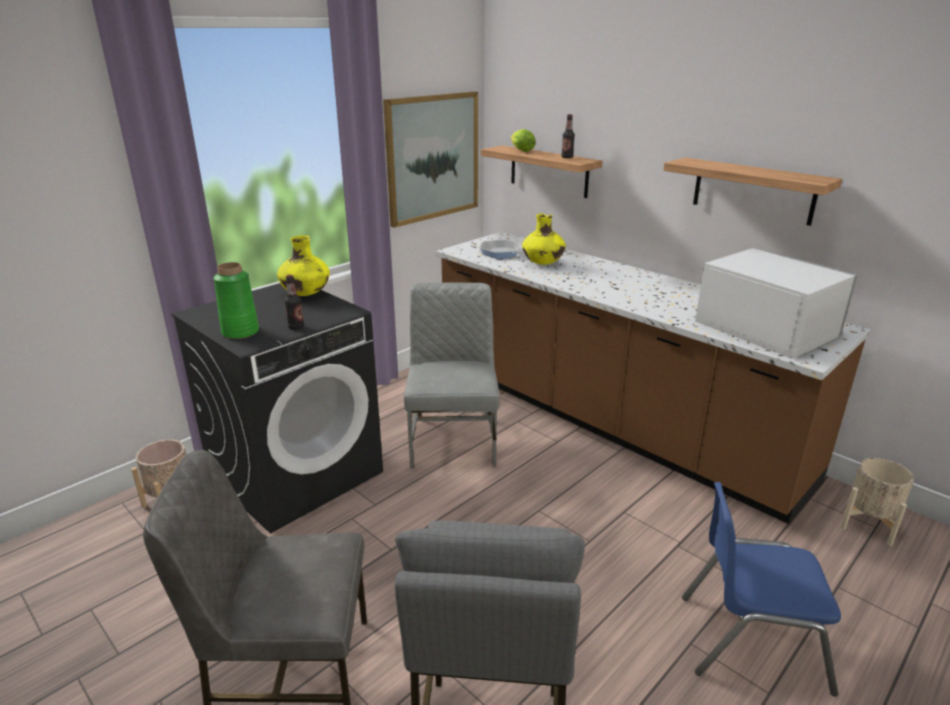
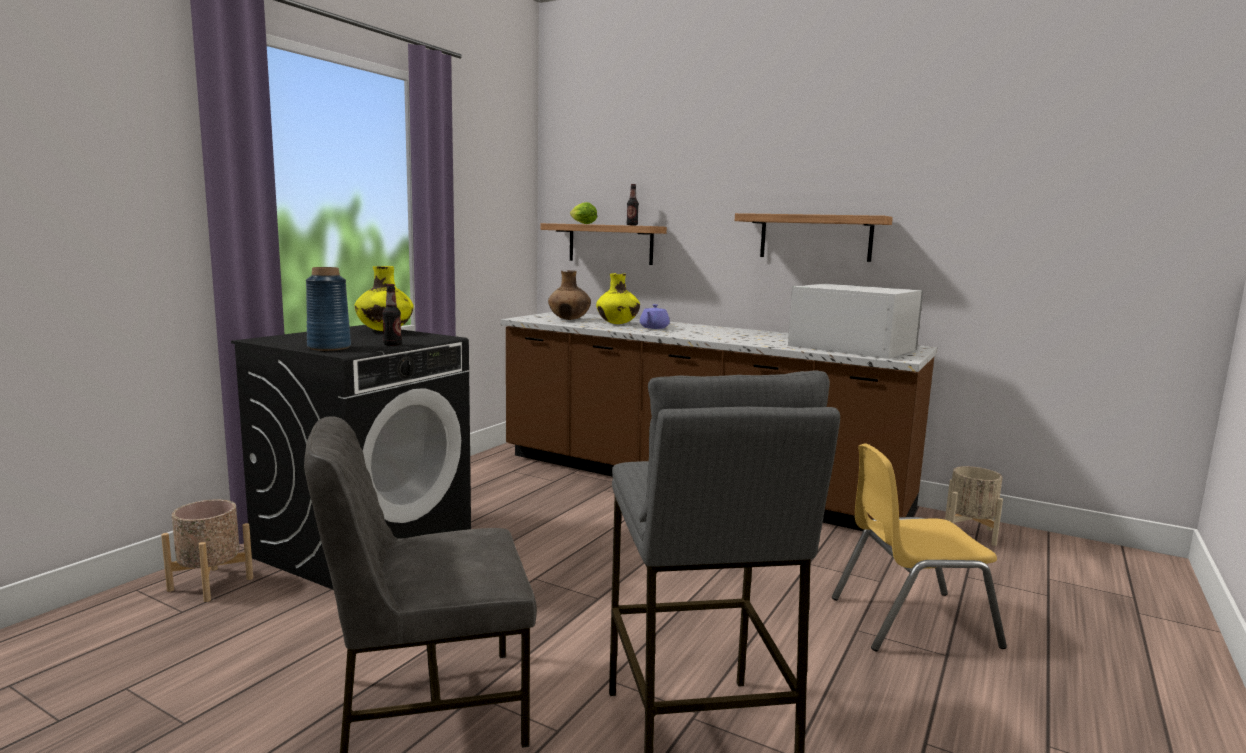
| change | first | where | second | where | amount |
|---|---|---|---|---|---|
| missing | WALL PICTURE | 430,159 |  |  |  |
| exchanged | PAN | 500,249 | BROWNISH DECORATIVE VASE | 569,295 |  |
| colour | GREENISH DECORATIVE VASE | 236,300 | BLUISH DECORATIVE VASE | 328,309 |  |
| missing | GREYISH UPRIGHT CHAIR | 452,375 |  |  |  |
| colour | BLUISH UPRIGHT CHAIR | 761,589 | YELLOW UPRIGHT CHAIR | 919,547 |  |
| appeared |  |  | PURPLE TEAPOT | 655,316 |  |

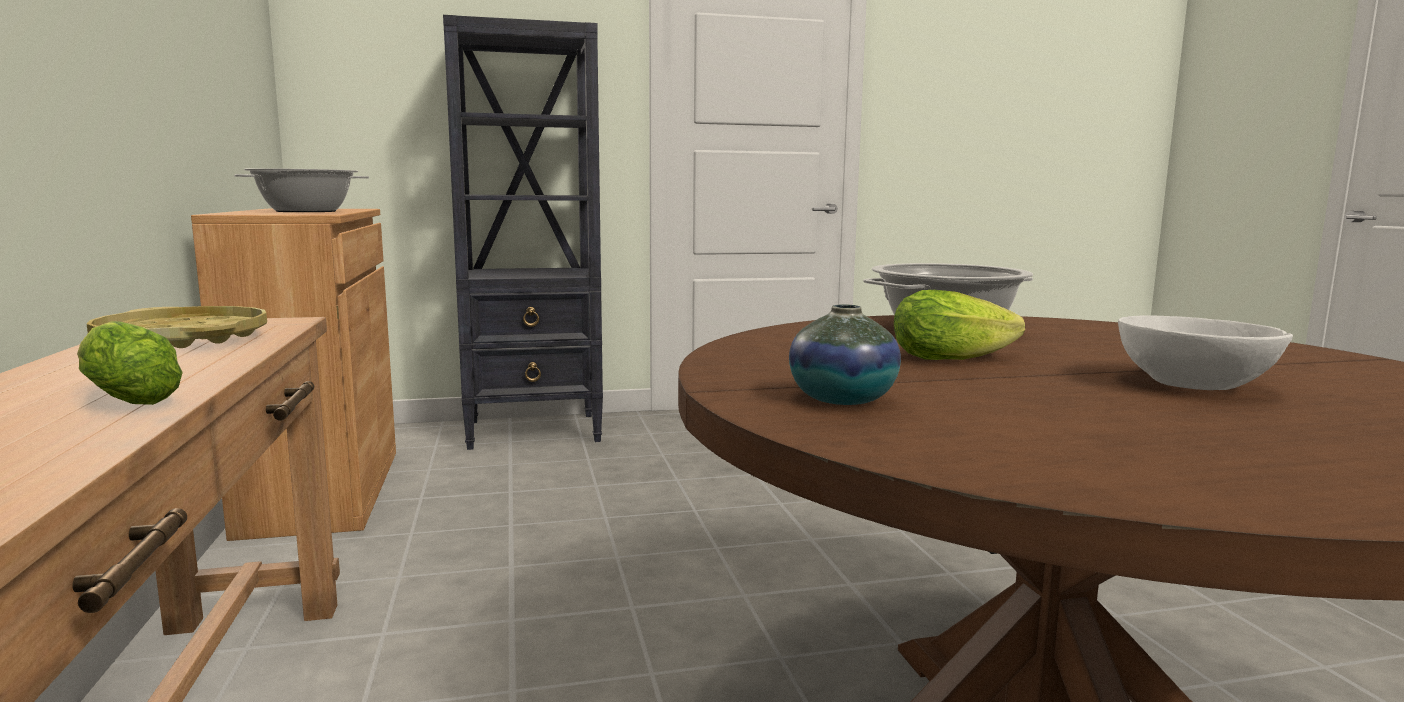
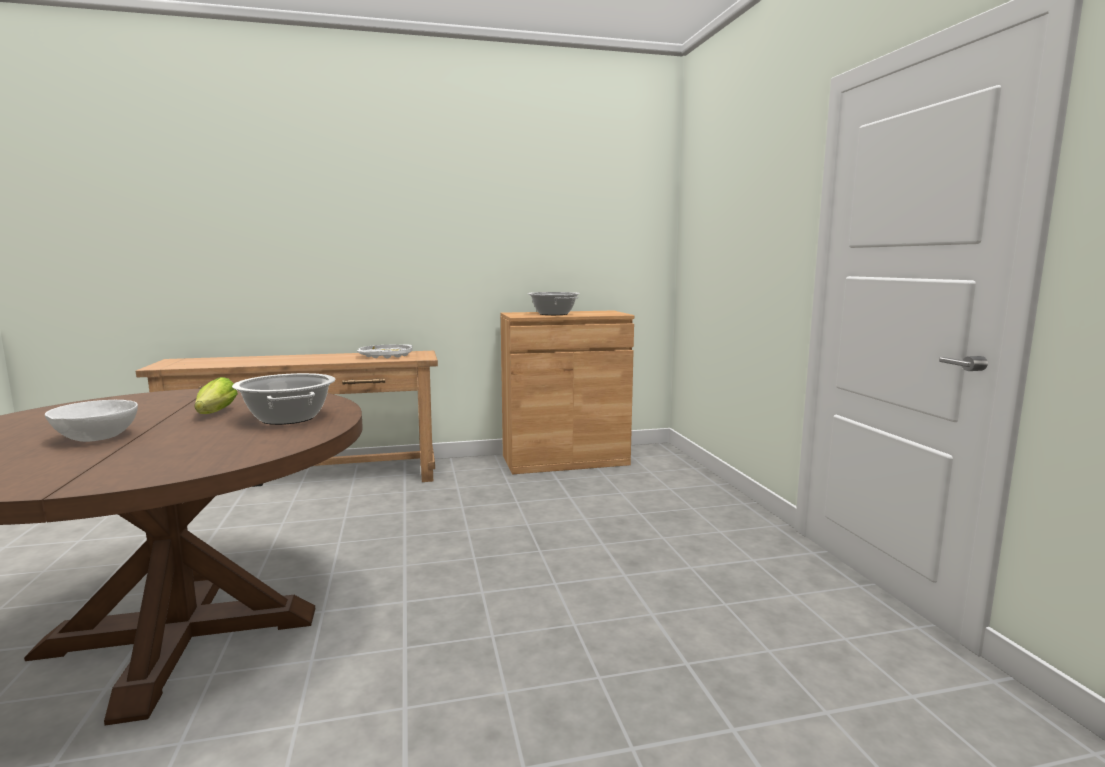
| change | first | where | second | where | amount |
|---|---|---|---|---|---|
| missing | BLACKISH SHELVING UNIT | 523,232 |  |  |  |
| missing | DECORATIVE VASE | 845,354 |  |  |  |
| colour | YELLOW TRAY | 177,327 | WHITE-COLOURED TRAY | 384,352 |  |
| missing | LETTUCE HEAD | 130,363 |  |  |  |

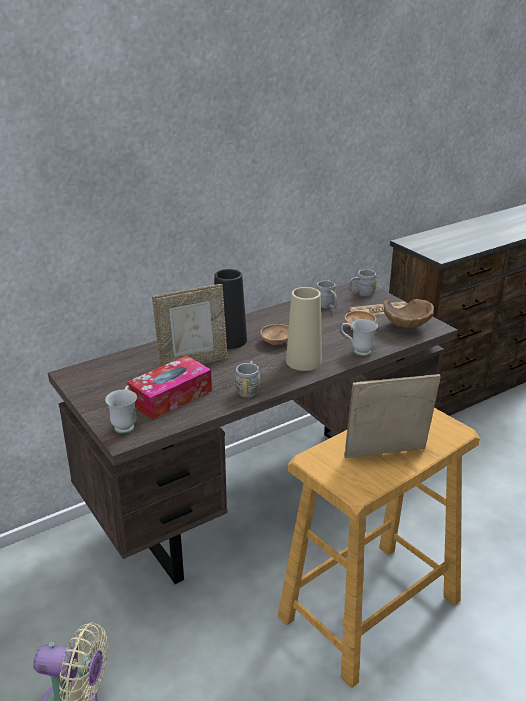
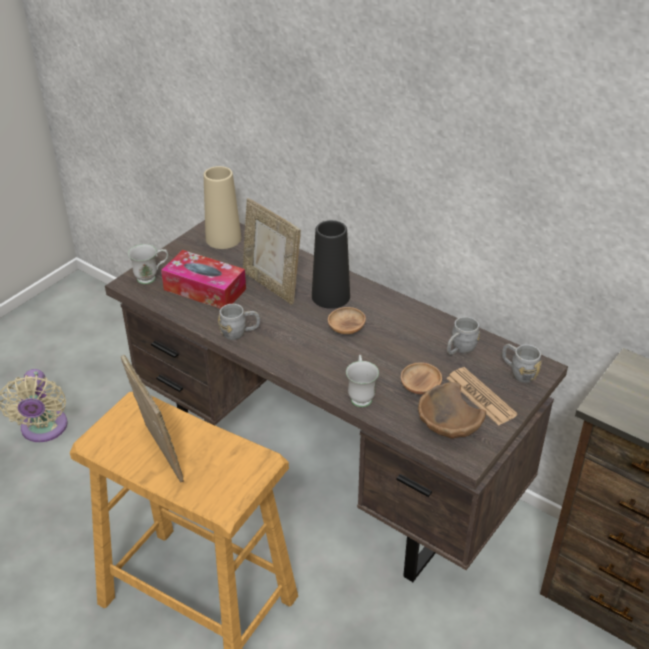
| change | first | where | second | where | amount |
|---|---|---|---|---|---|
| relocated | BEIGE DECORATIVE VASE | 304,329 |  | 222,207 |  |

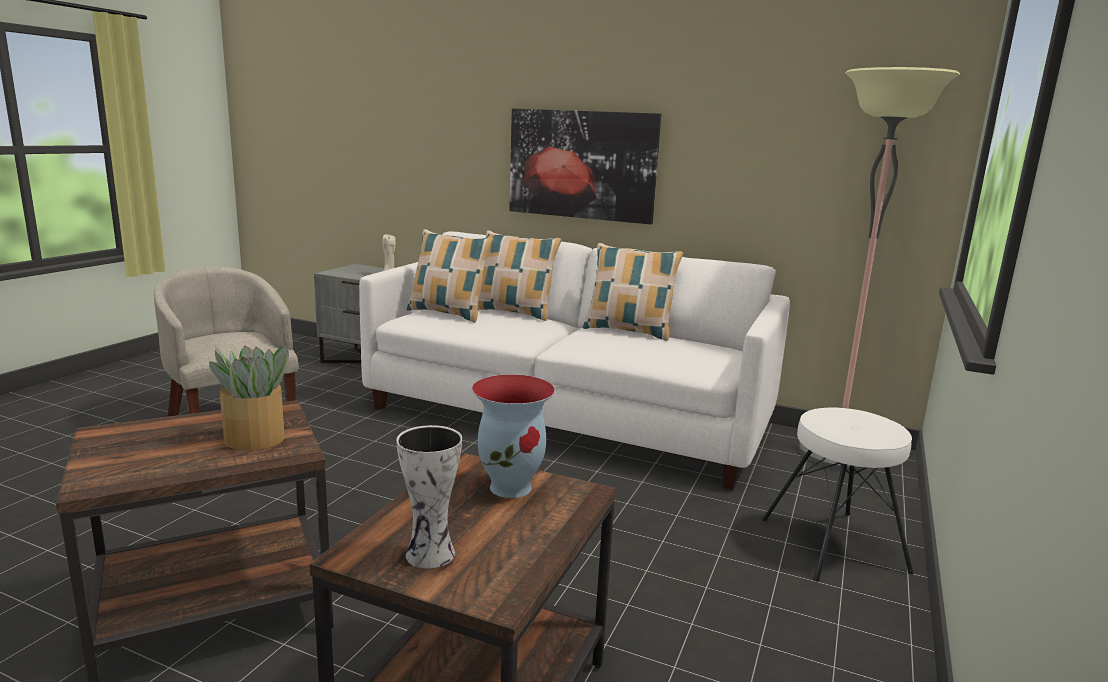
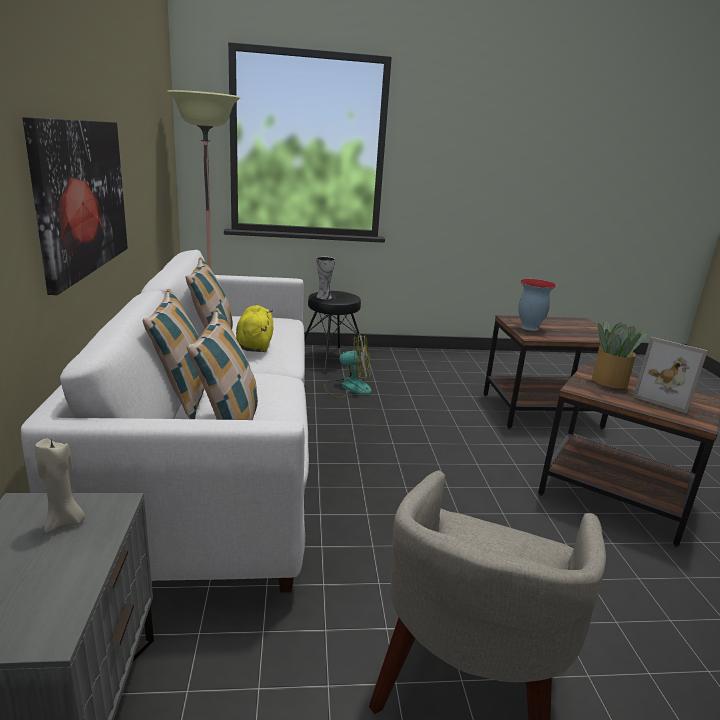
| change | first | where | second | where | amount |
|---|---|---|---|---|---|
| colour | WHITE-COLOURED STOOL SEAT | 837,495 | BLACKISH STOOL SEAT | 336,332 |  |
| relocated | DECORATIVE VASE | 429,497 |  | 326,278 |  |
| appeared |  |  | YELLOW CUDDLY TOY | 254,328 |  |
| appeared |  |  | ELECTRIC FAN | 348,365 |  |
| appeared |  |  | STANDING FRAME | 670,375 |  |

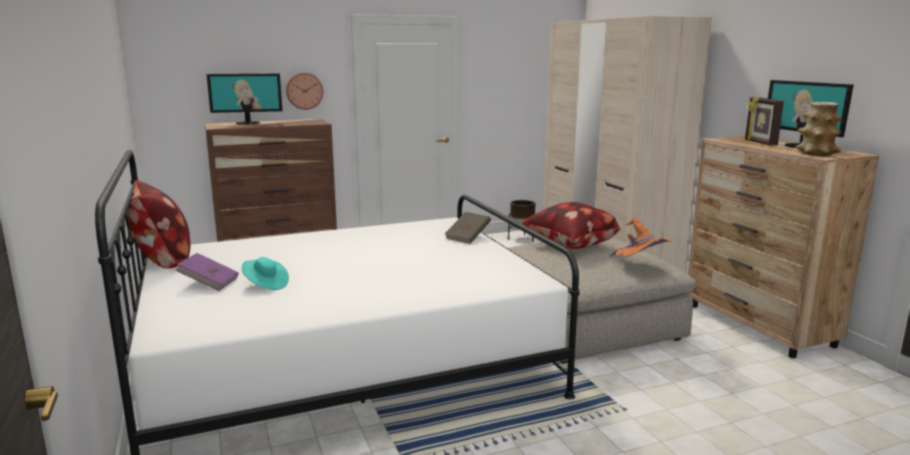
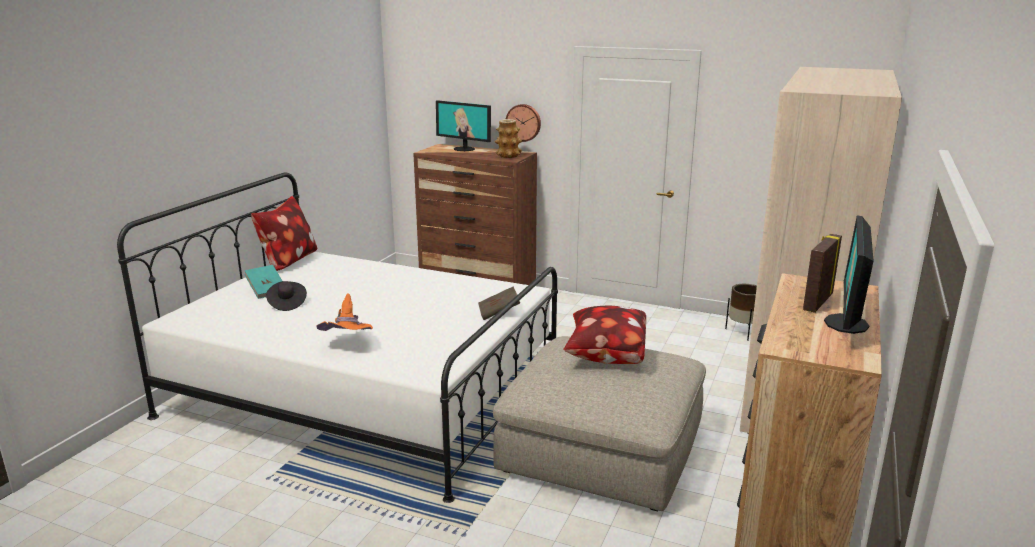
| change | first | where | second | where | amount |
|---|---|---|---|---|---|
| relocated | DECORATIVE VASE | 818,129 |  | 508,138 |  |
| relocated | ORANGE WEARABLE HAT | 640,237 |  | 344,312 |  |
| colour | PURPLE BOOK | 207,272 | BLUE-GREEN BOOK | 263,282 |  |
| colour | BLUE-GREEN WEARABLE HAT | 265,273 | BLACKISH WEARABLE HAT | 286,296 |  |

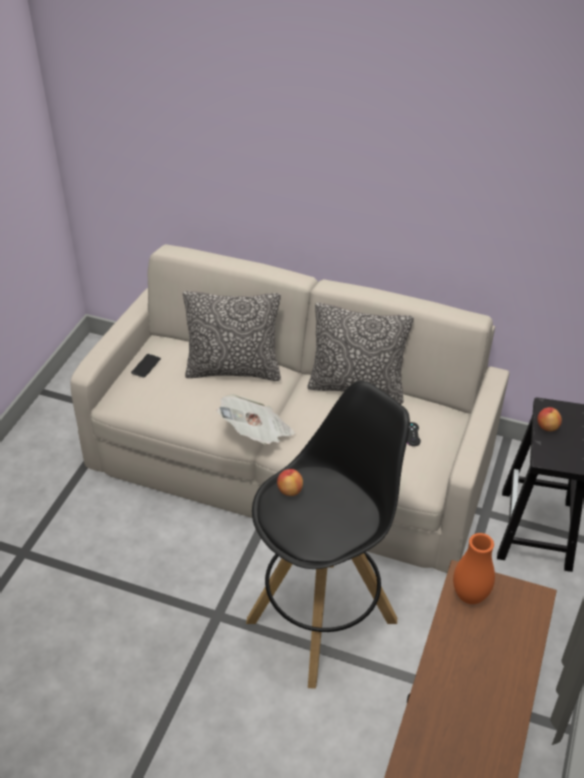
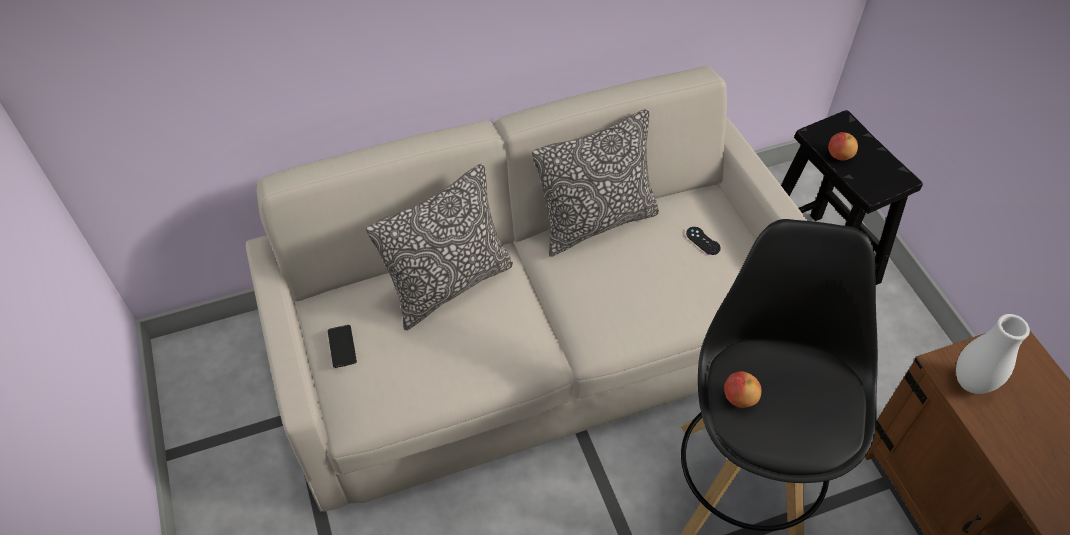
| change | first | where | second | where | amount |
|---|---|---|---|---|---|
| missing | PRINTED PAPER | 255,419 |  |  |  |
| colour | ORANGE DECORATIVE VASE | 474,568 | WHITE-COLOURED DECORATIVE VASE | 993,354 |  |

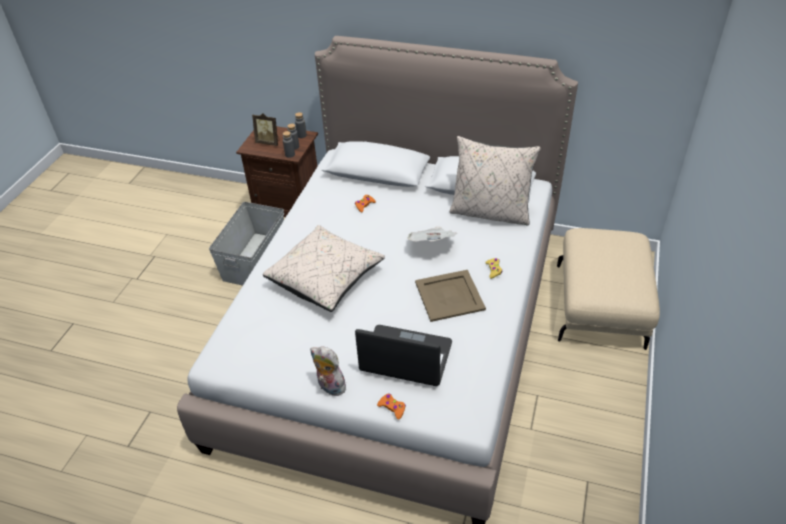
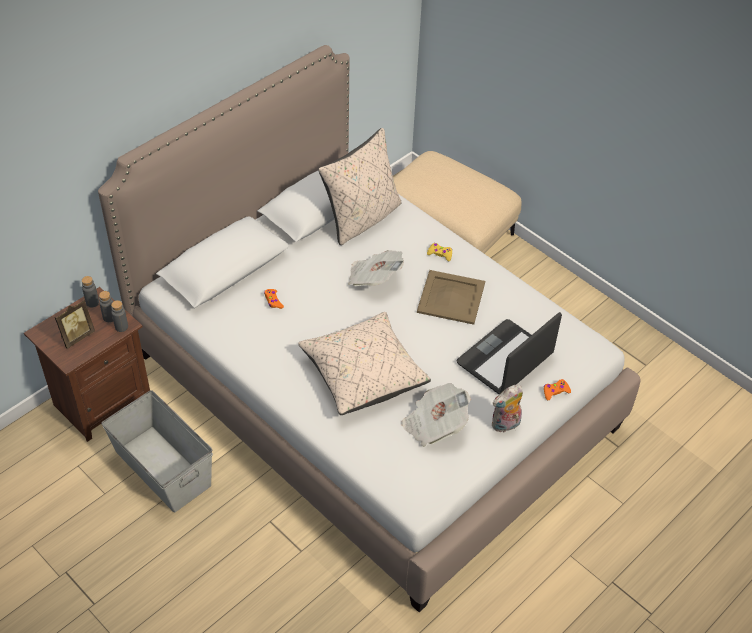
| change | first | where | second | where | amount |
|---|---|---|---|---|---|
| appeared |  |  | PRINTED PAPER | 436,415 |  |

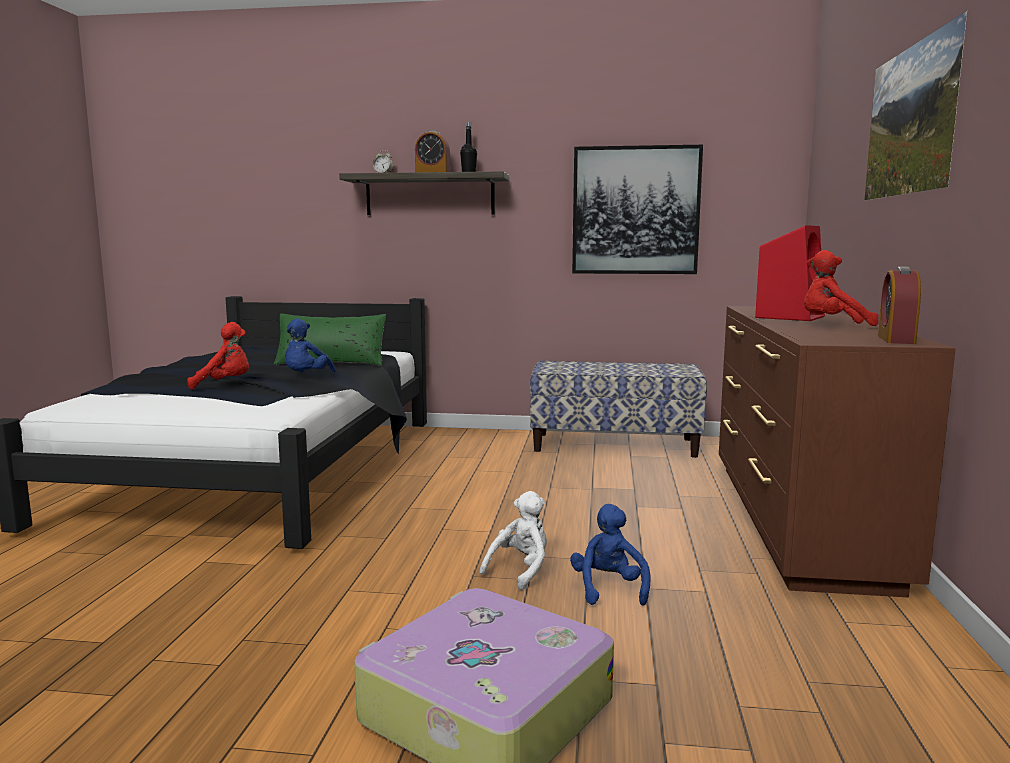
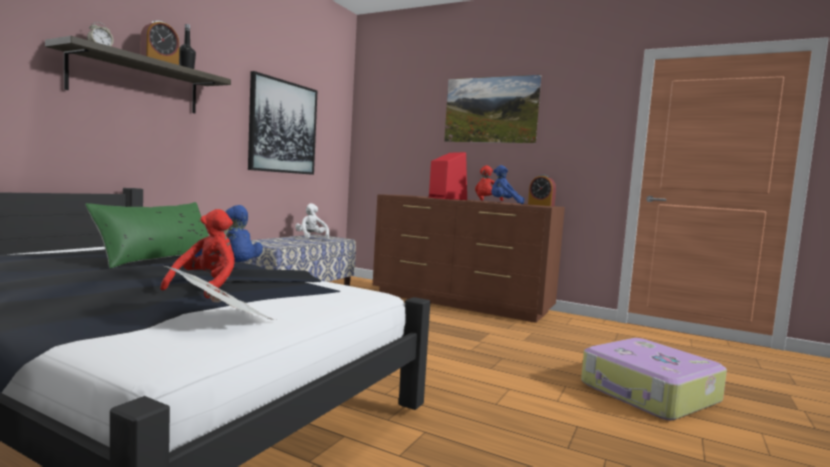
| change | first | where | second | where | amount |
|---|---|---|---|---|---|
| relocated | WHITE-COLOURED CUDDLY TOY | 513,540 |  | 312,221 |  |
| relocated | BLUISH CUDDLY TOY | 610,555 |  | 508,184 |  |
| appeared |  |  | PRINTED PAPER | 218,292 |  |

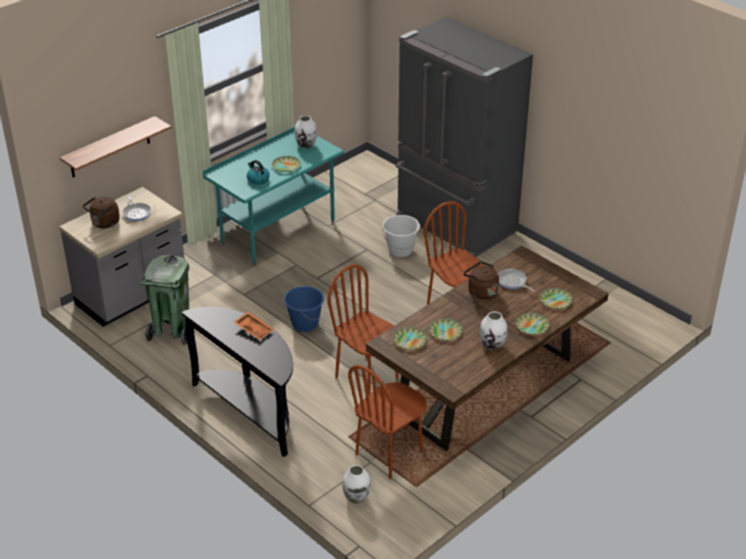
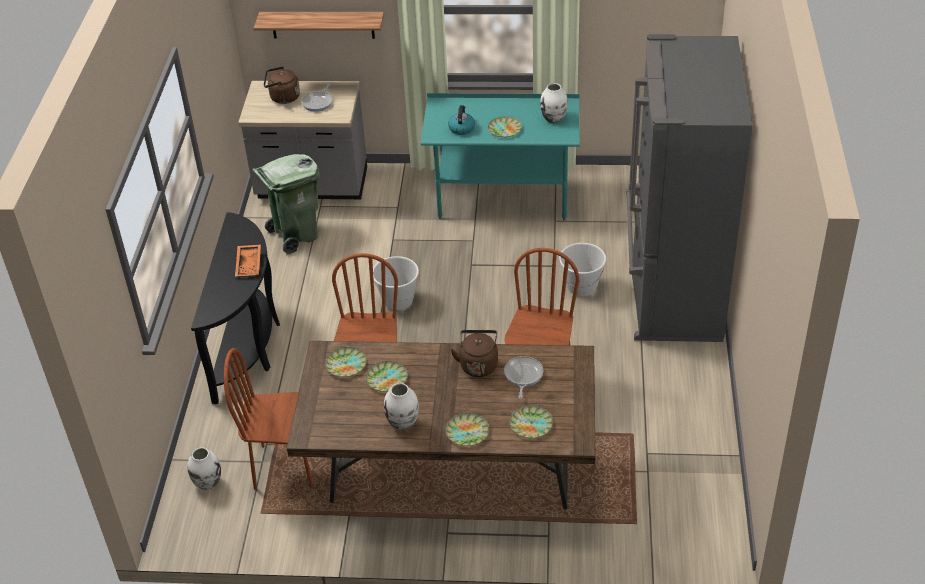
| change | first | where | second | where | amount |
|---|---|---|---|---|---|
| colour | BLUISH BUCKET | 304,309 | WHITE-COLOURED BUCKET | 396,283 |  |

